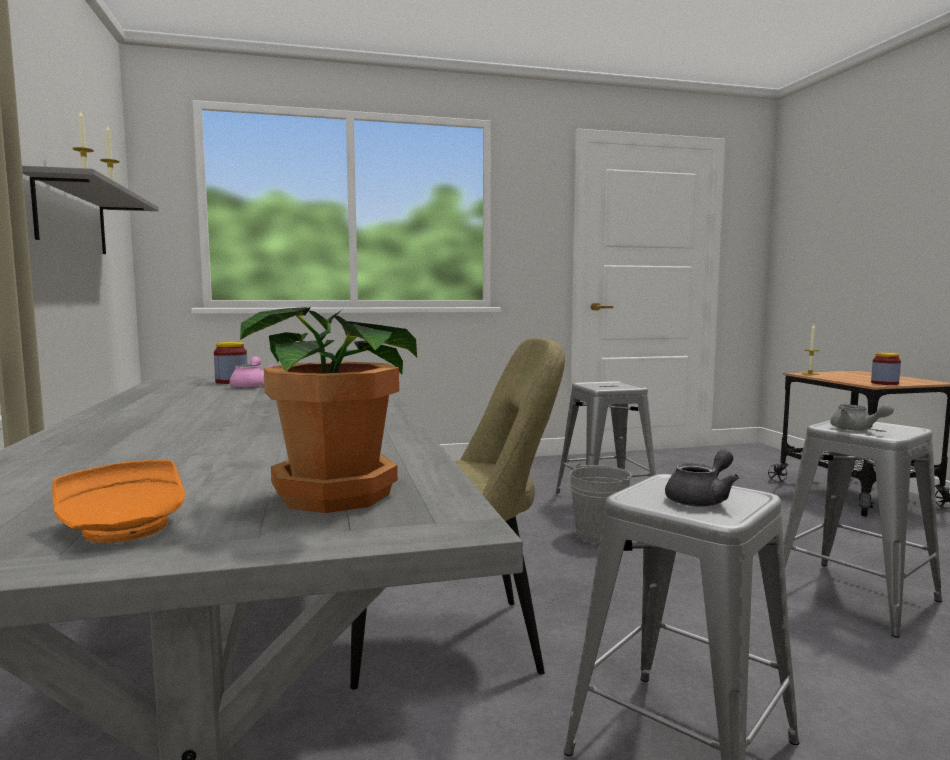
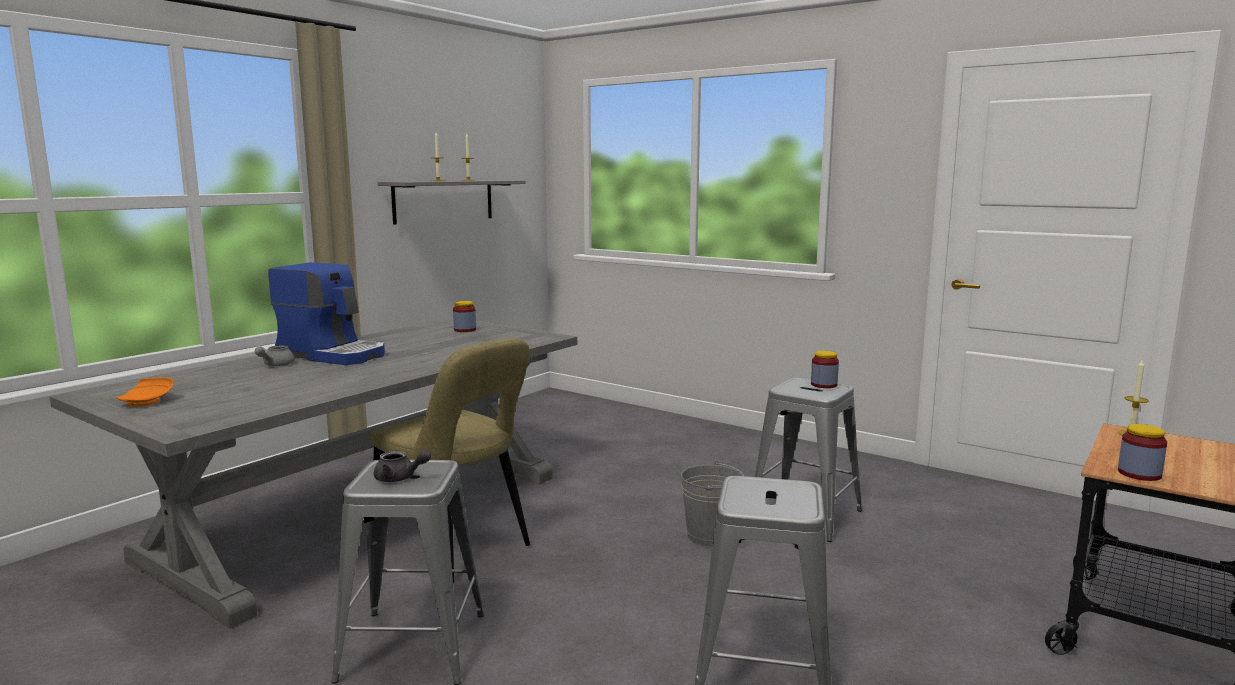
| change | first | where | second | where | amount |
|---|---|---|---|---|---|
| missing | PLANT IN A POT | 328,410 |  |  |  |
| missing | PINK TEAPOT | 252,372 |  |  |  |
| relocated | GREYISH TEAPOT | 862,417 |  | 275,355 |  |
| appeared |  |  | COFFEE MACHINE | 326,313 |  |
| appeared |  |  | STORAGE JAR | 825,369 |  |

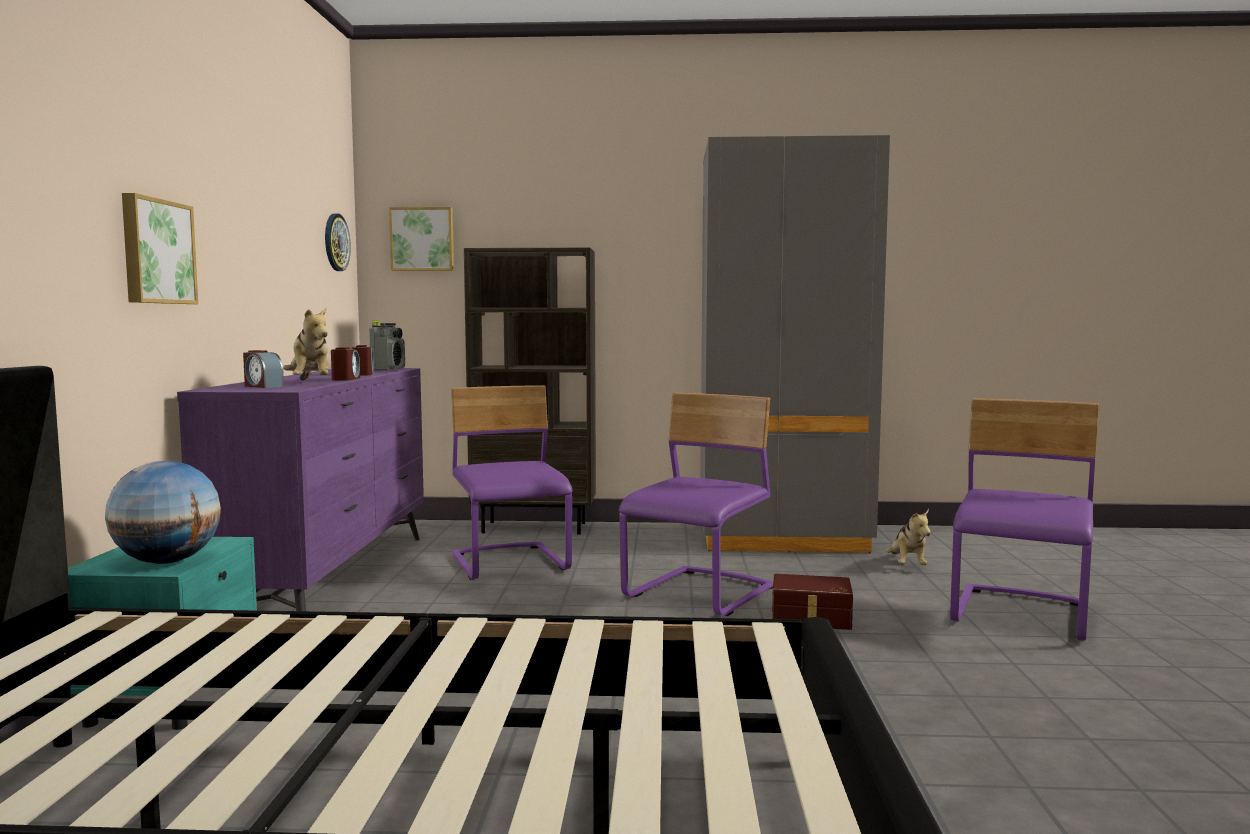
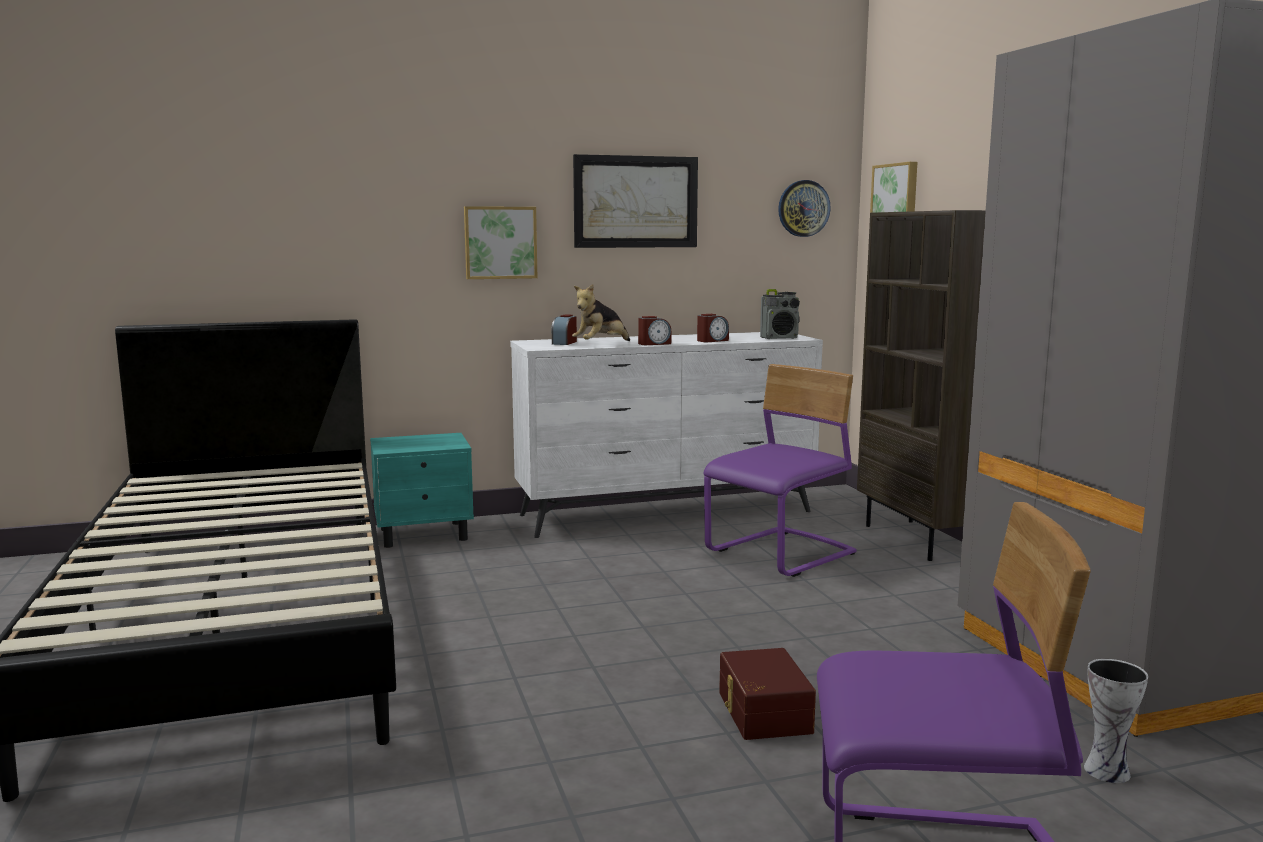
| change | first | where | second | where | amount |
|---|---|---|---|---|---|
| colour | PURPLE DRESSER | 300,489 | WHITE-COLOURED DRESSER | 666,435 |  |
| missing | PURPLE UPRIGHT CHAIR | 696,504 |  |  |  |
| missing | WORLD GLOBE | 163,512 |  |  |  |
| exchanged | CUDDLY TOY | 908,537 | DECORATIVE VASE | 1116,721 |  |
| appeared |  |  | WALL PICTURE | 635,201 |  |

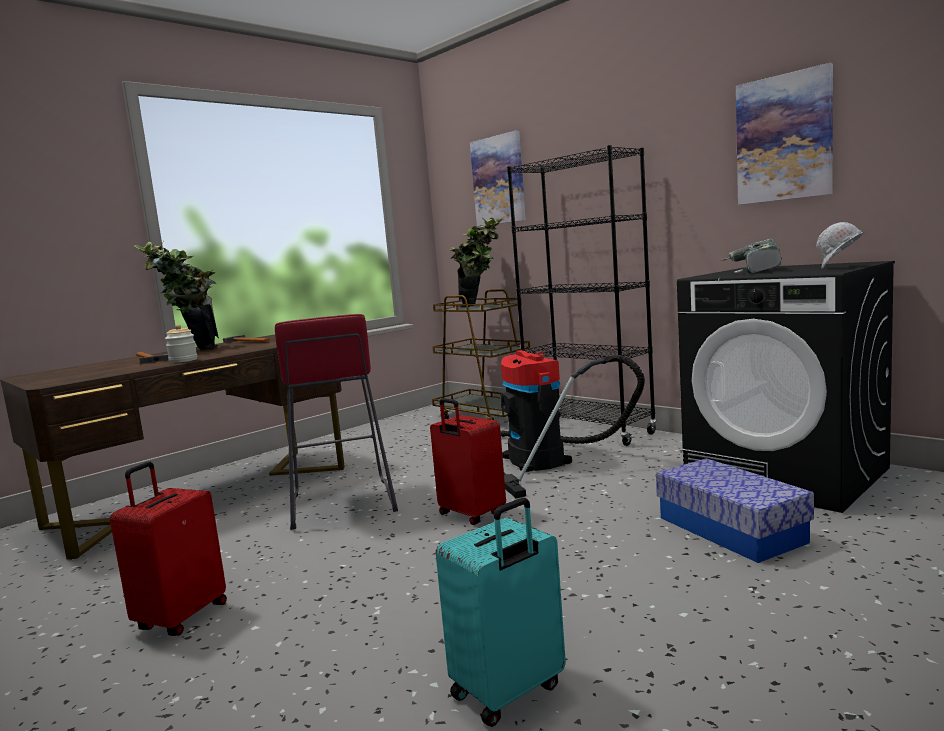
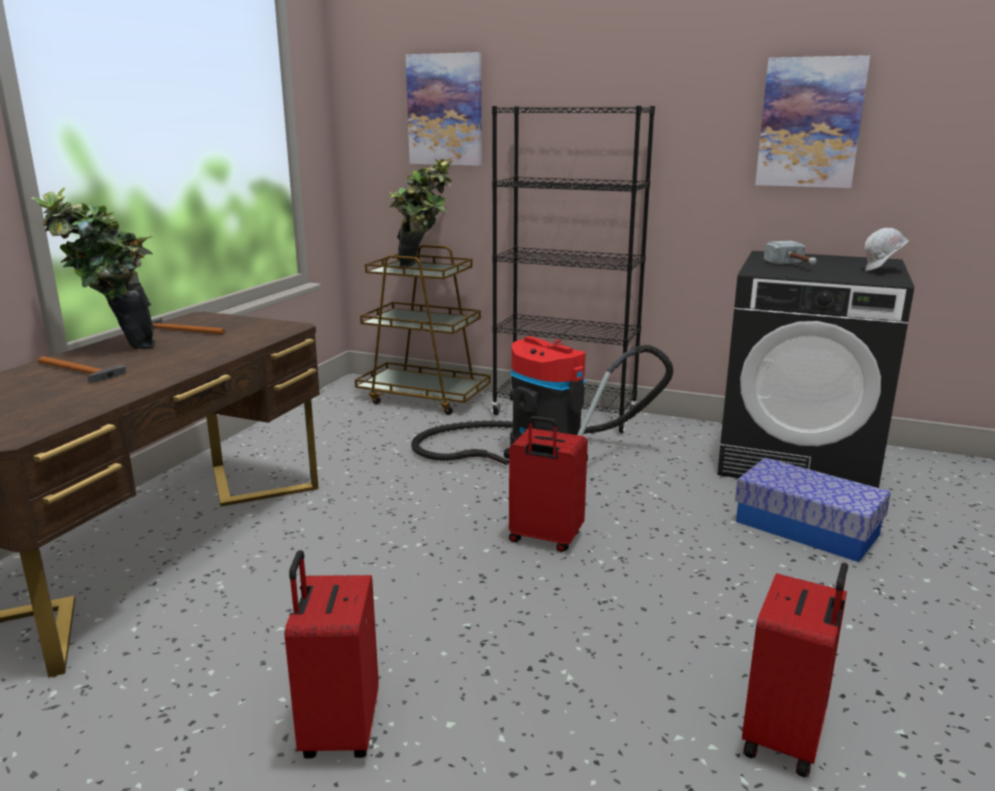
| change | first | where | second | where | amount |
|---|---|---|---|---|---|
| exchanged | POWER DRILL | 751,256 | HAMMER | 790,253 |  |
| missing | REDDISH STOOL SEAT | 336,422 |  |  |  |
| missing | STORAGE JAR | 181,343 |  |  |  |
| colour | BLUE-GREEN PIECE OF LUGGAGE | 501,612 | REDDISH PIECE OF LUGGAGE | 795,670 |  |

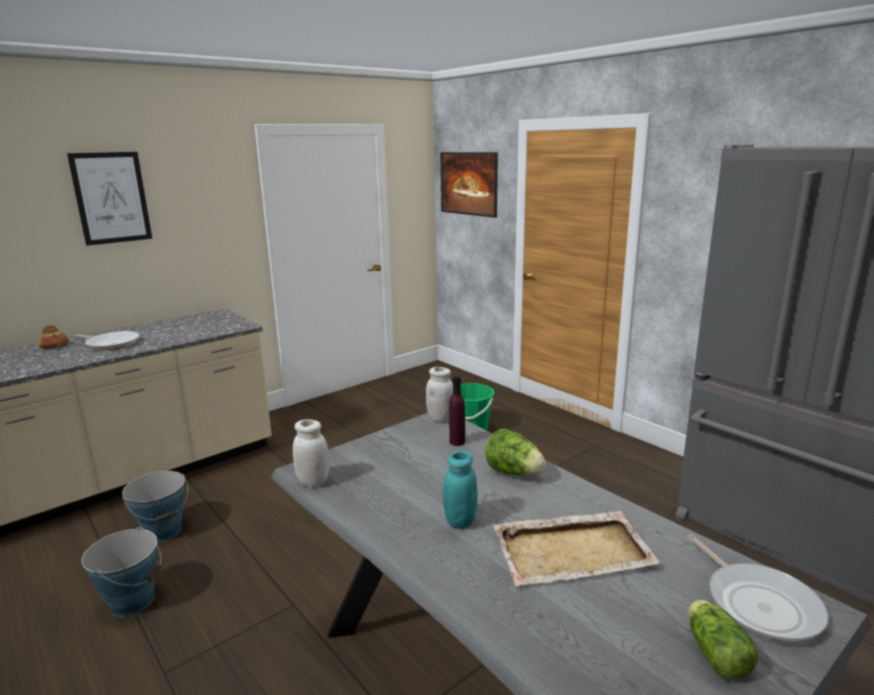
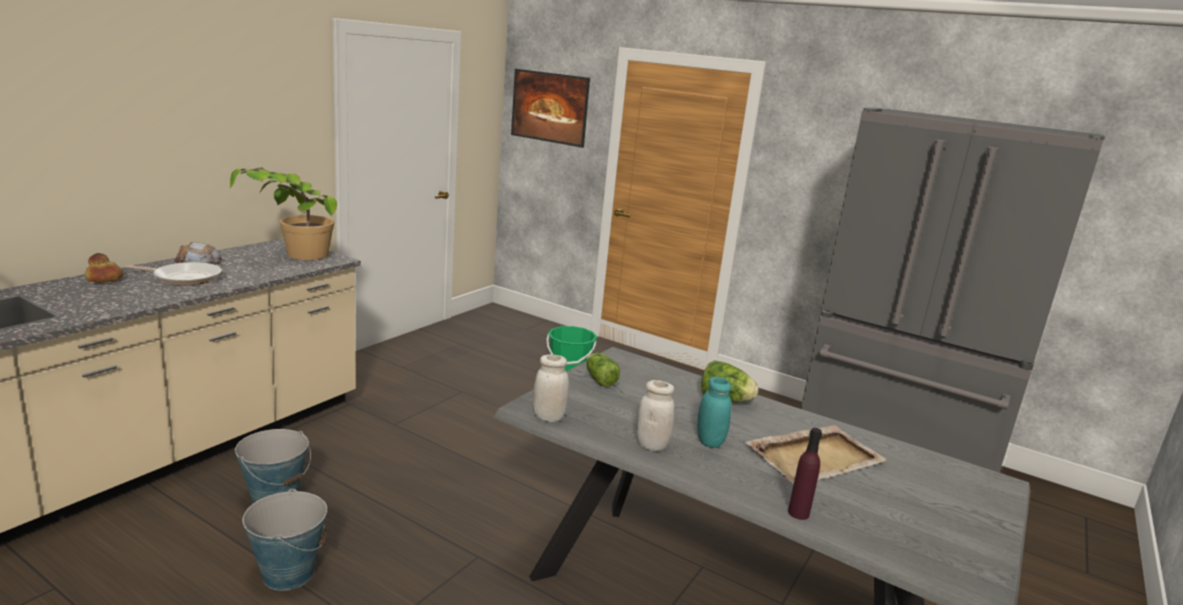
| change | first | where | second | where | amount |
|---|---|---|---|---|---|
| missing | WALL PICTURE | 109,199 |  |  |  |
| relocated | WHITE-COLOURED STORAGE JAR | 439,394 |  | 655,415 |  |
| relocated | PURPLE BOTTLE | 457,411 |  | 805,474 |  |
| missing | PAN | 758,588 |  |  |  |
| relocated | LETTUCE HEAD | 723,640 |  | 603,370 |  |
| appeared |  |  | PLANT IN A POT | 283,214 |  |
| appeared |  |  | BAKED BREAD | 198,253 |  |

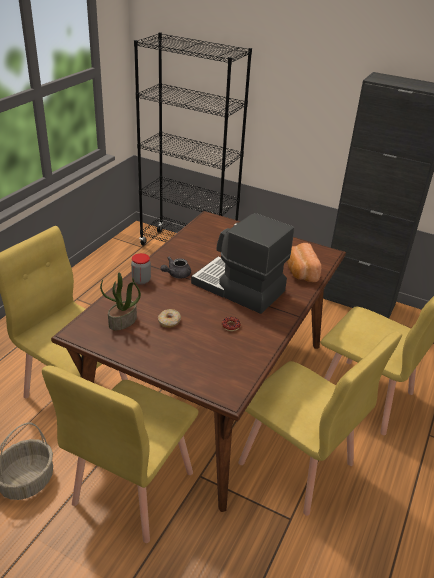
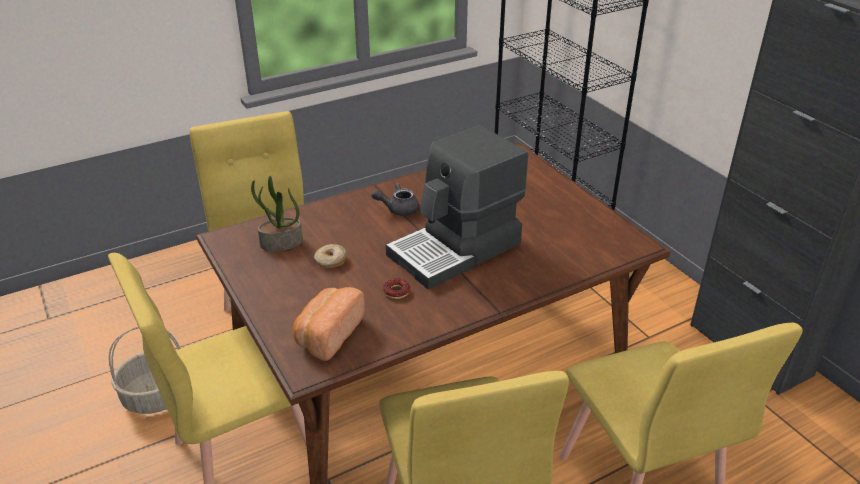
| change | first | where | second | where | amount |
|---|---|---|---|---|---|
| spun | COFFEE MACHINE | 242,263 |  | 457,207 | 105 degrees counterclockwise |
| relocated | BAKED BREAD | 304,262 |  | 329,324 |  |
| missing | STORAGE JAR | 141,269 |  |  |  |

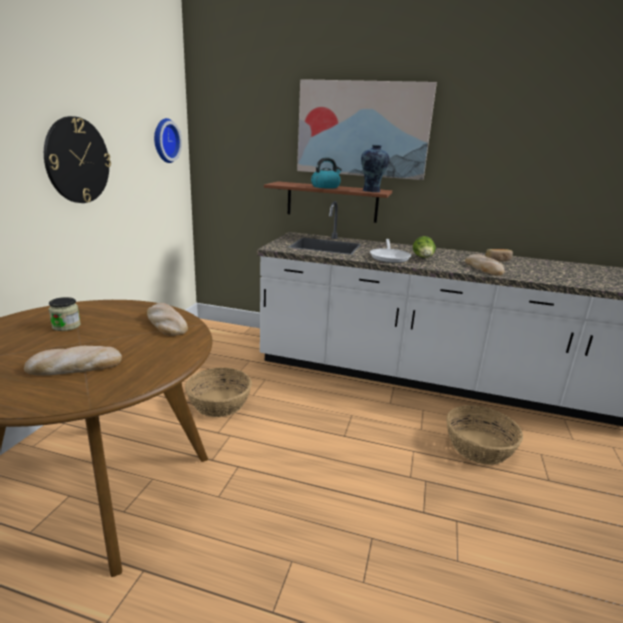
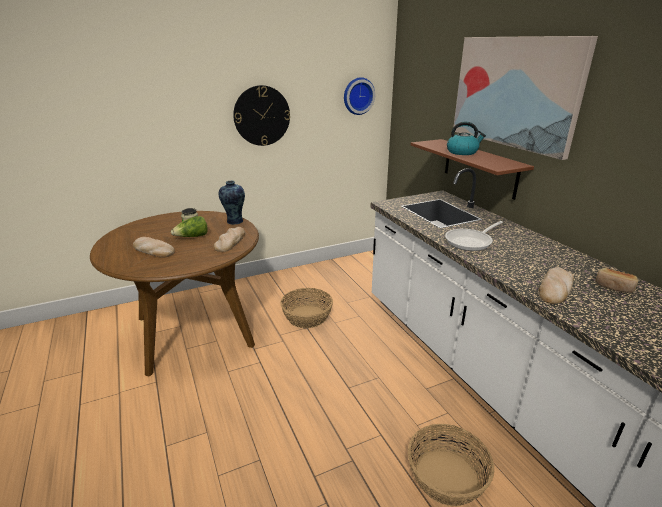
| change | first | where | second | where | amount |
|---|---|---|---|---|---|
| relocated | DECORATIVE VASE | 375,168 |  | 232,203 |  |
| relocated | LETTUCE HEAD | 424,247 |  | 189,226 |  |

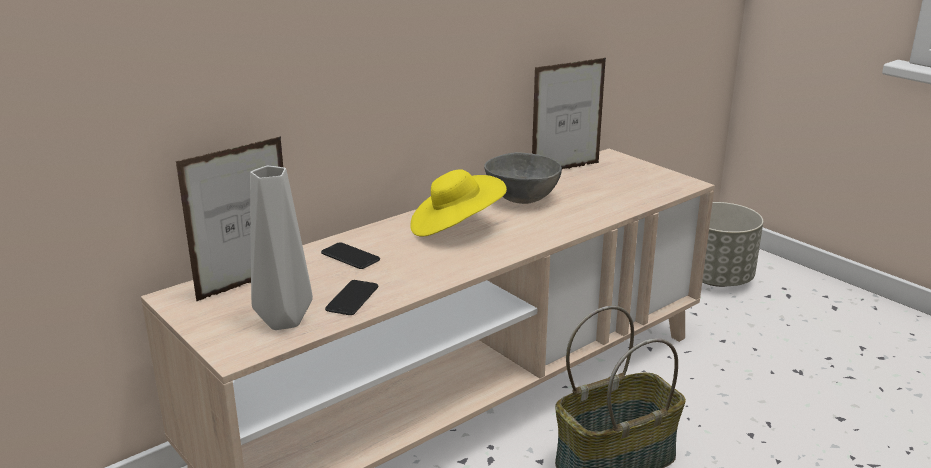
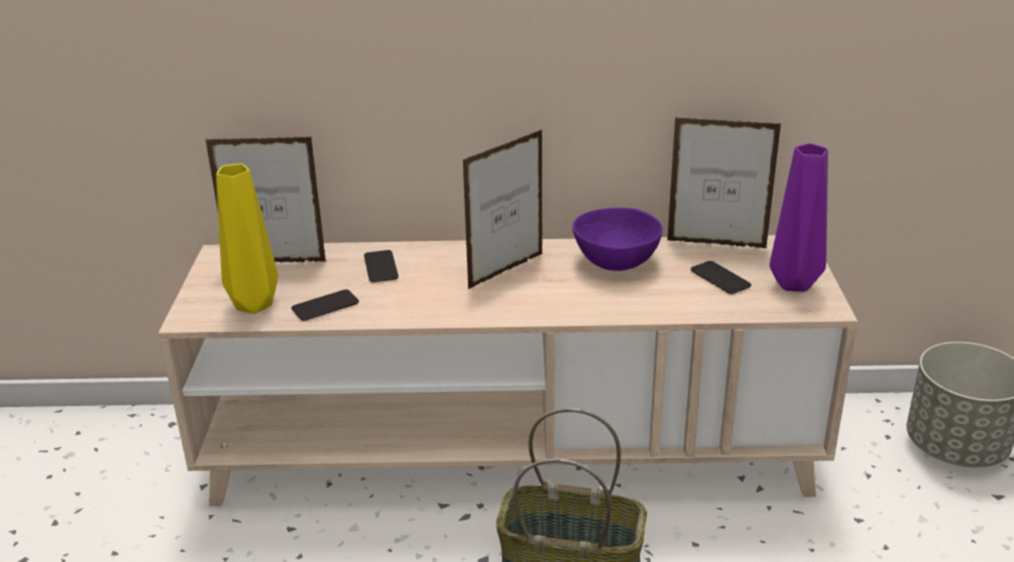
| change | first | where | second | where | amount |
|---|---|---|---|---|---|
| colour | GREYISH SERVING BOWL | 523,178 | PURPLE SERVING BOWL | 617,239 |  |
| colour | GREYISH DECORATIVE VASE | 281,248 | YELLOW DECORATIVE VASE | 247,239 |  |
| exchanged | YELLOW WEARABLE HAT | 458,203 | STANDING FRAME | 503,209 |  |
| appeared |  |  | PURPLE DECORATIVE VASE | 799,217 |  |
| appeared |  |  | PHONE | 721,277 |  |

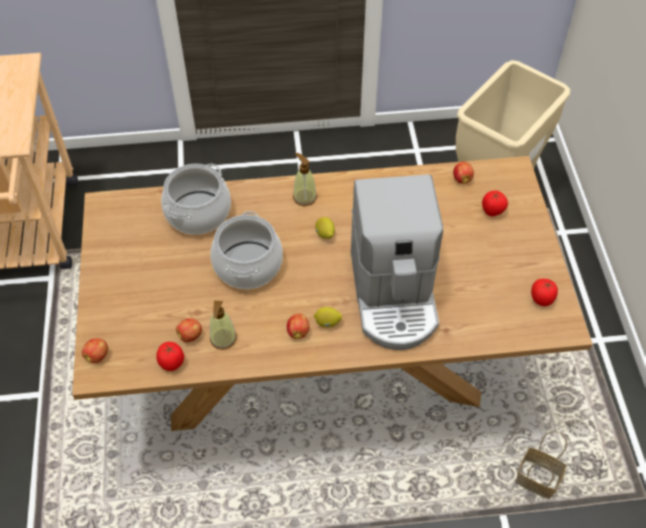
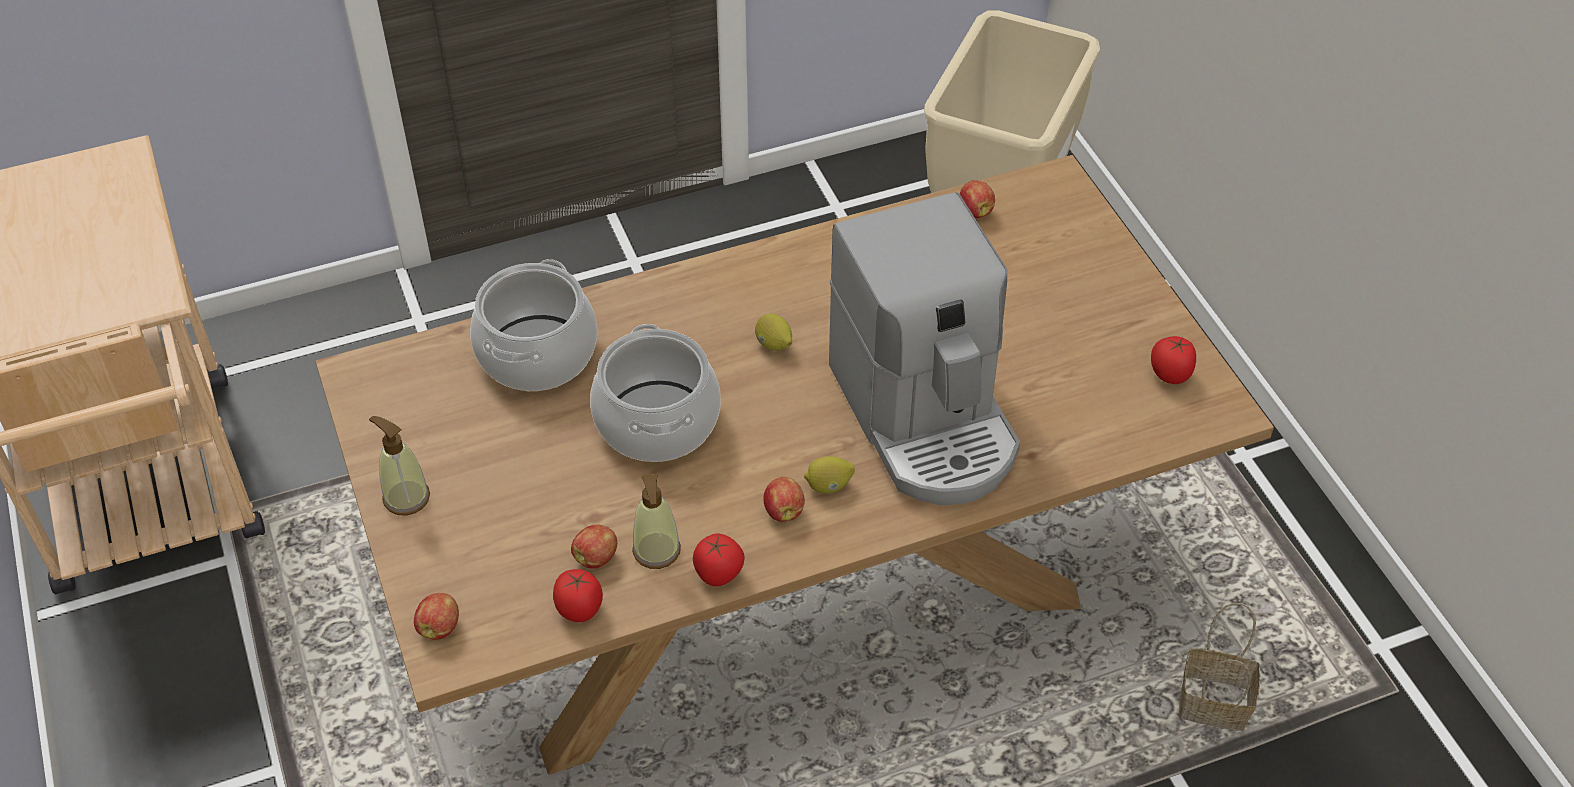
| change | first | where | second | where | amount |
|---|---|---|---|---|---|
| relocated | SOAP BOTTLE | 305,179 |  | 399,466 |  |
| relocated | TOMATO | 495,203 |  | 719,560 |  |

